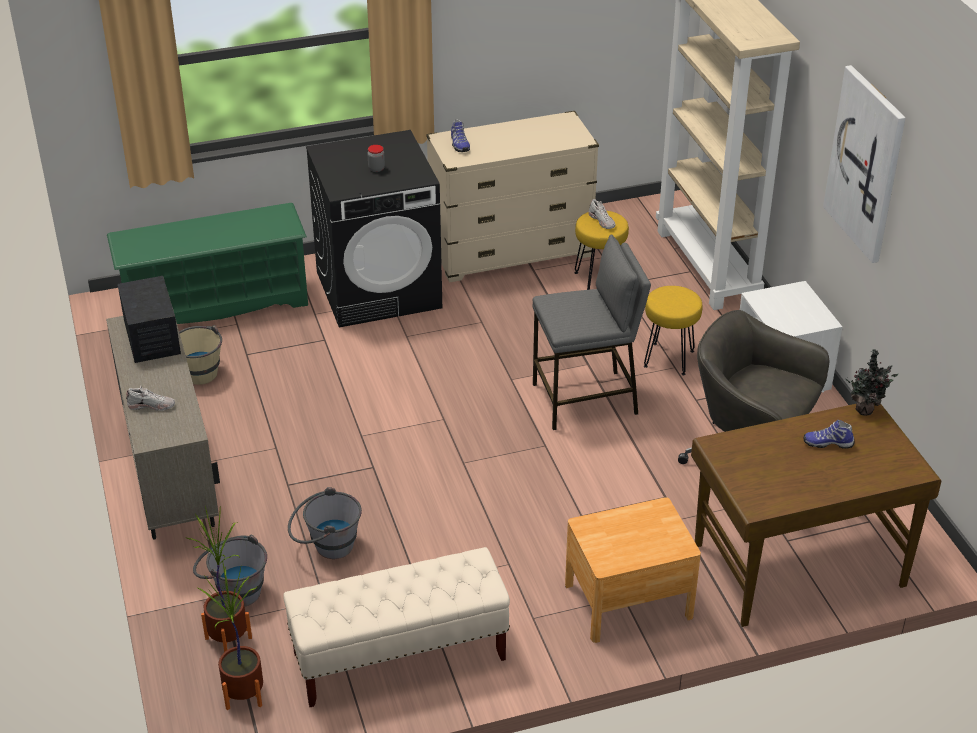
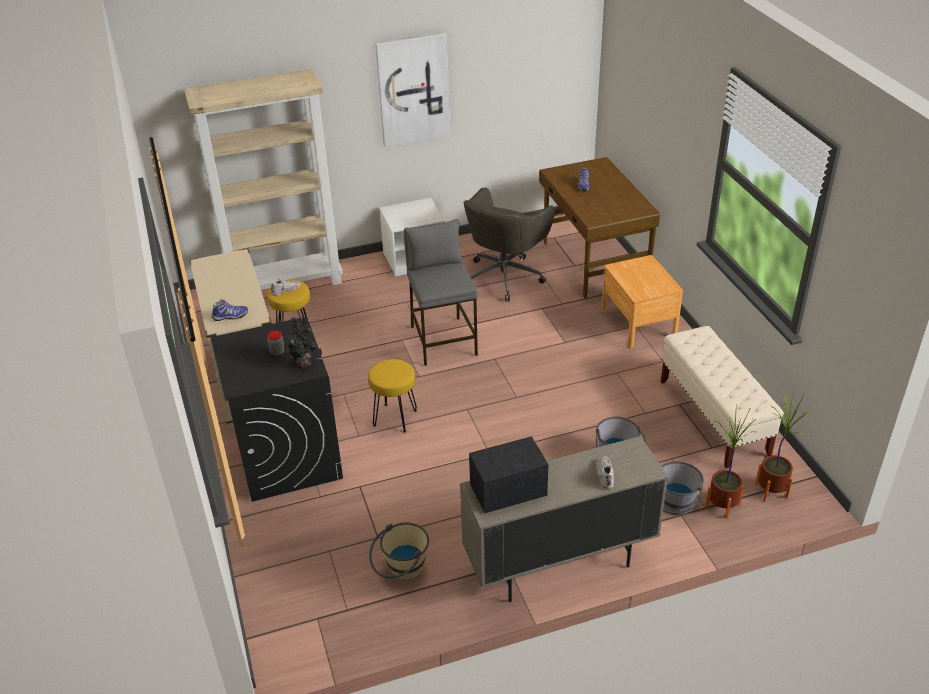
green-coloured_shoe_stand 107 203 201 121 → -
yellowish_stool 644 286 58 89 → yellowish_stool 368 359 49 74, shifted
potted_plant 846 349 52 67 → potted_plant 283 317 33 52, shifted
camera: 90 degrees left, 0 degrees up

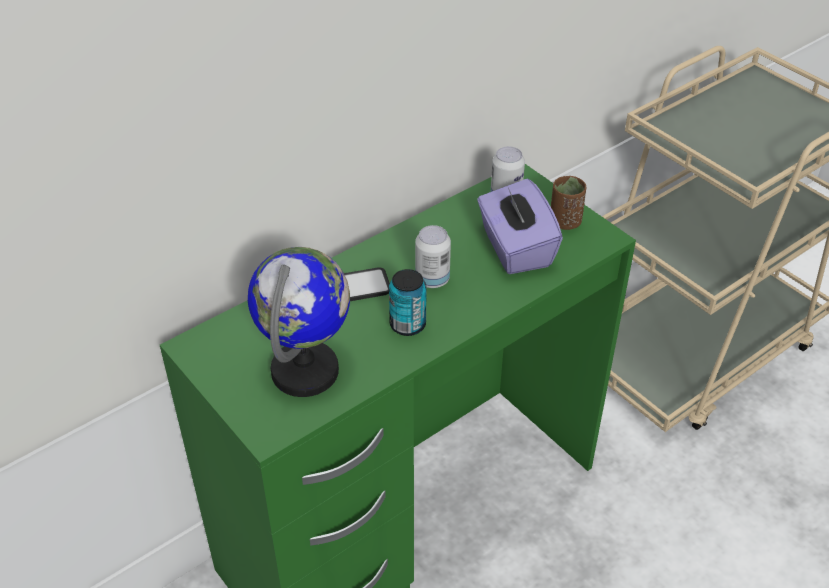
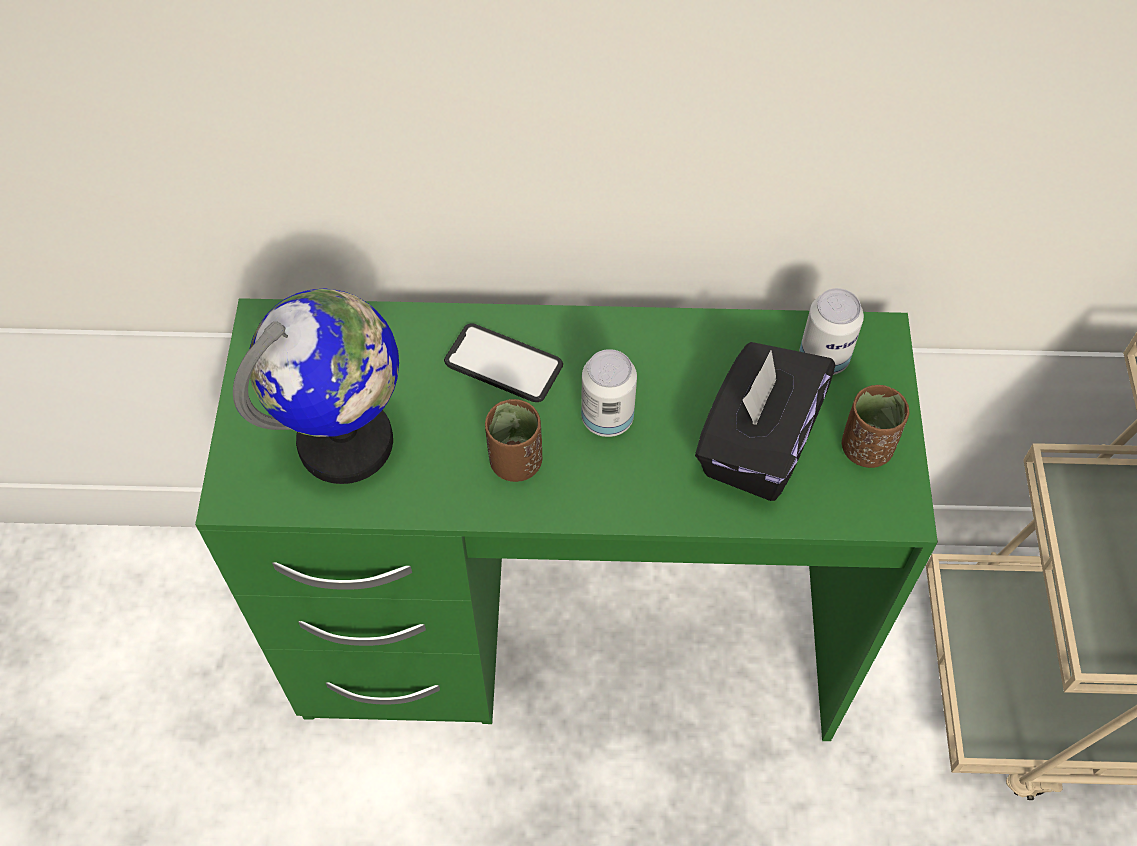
sealed_can 389 269 38 67 → brownish_drinking_cup 485 399 57 83
purplish_tissue_box 477 179 86 95 → black_tissue_box 695 342 140 159
camera: 40 degrees right, 15 degrees up

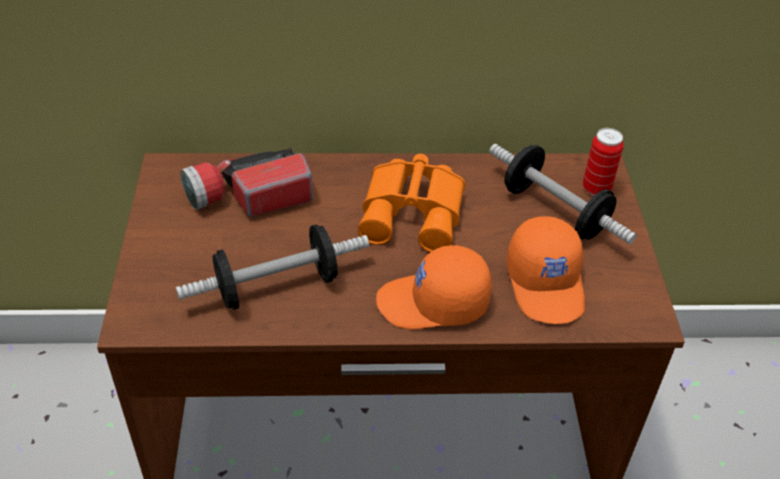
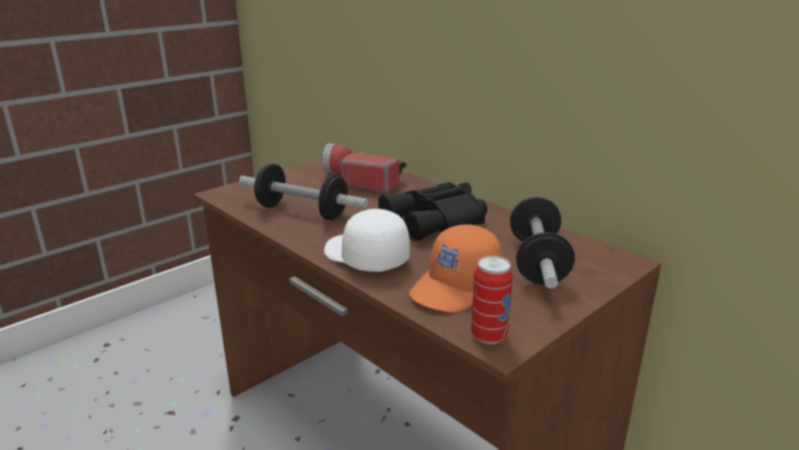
orange_field_glasses 358 154 107 98 → black_field_glasses 378 182 109 59
orange_cap 376 245 116 84 → white_cap 324 209 86 63
sealed_can 583 128 41 68 → sealed_can 471 256 42 89, shifted
camera: 50 degrees right, 20 degrees down

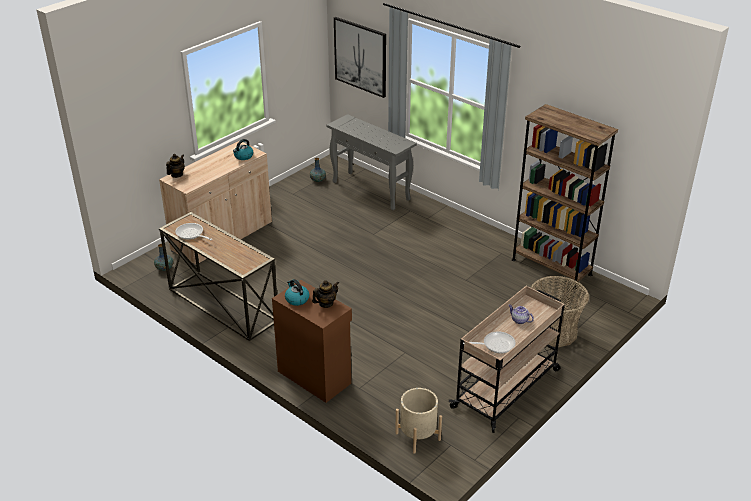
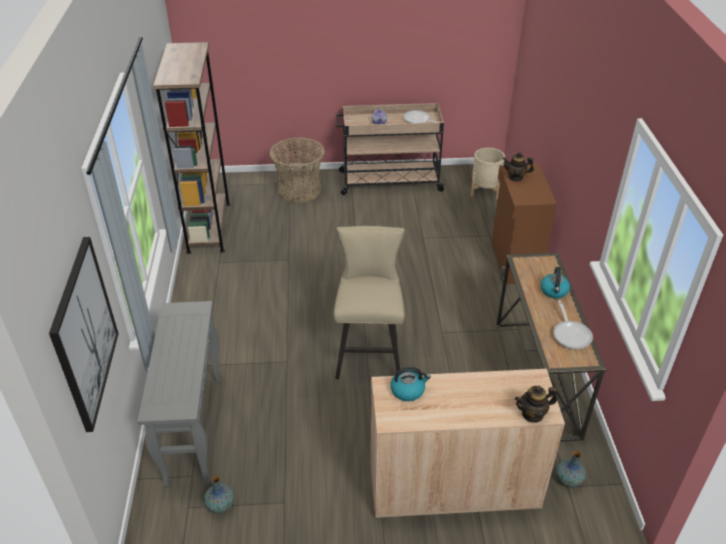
water_kettle 285 279 24 27 → water_kettle 541 267 29 31, shifted
- → beige_stool 333 226 72 153
camera: 135 degrees left, 5 degrees up

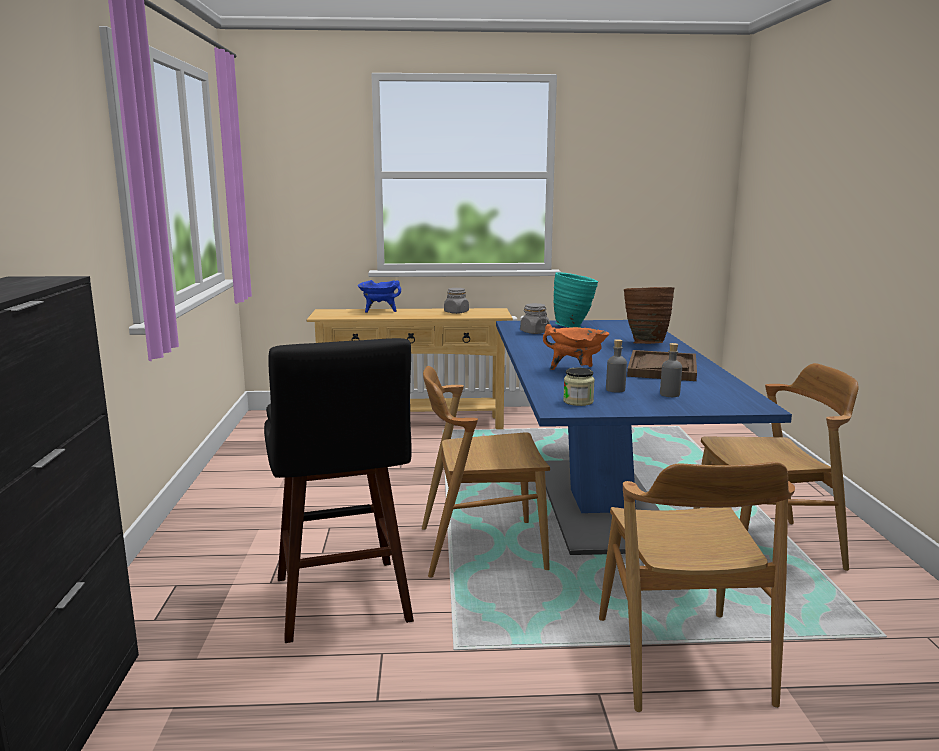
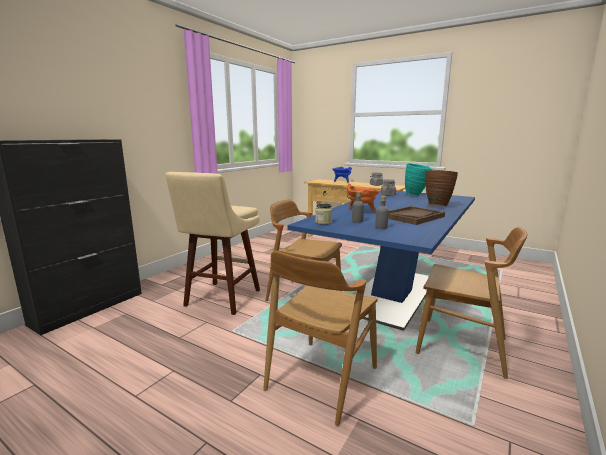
black_stool 264 338 150 305 → beige_stool 165 172 95 143
camera: 35 degrees right, 0 degrees up

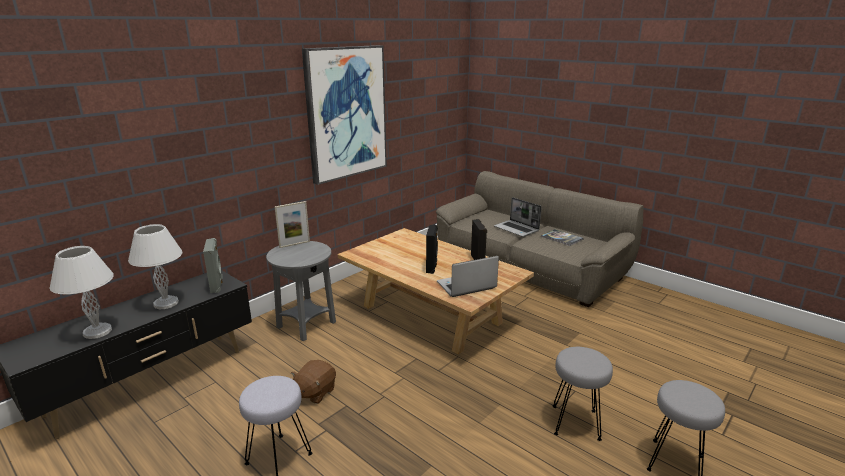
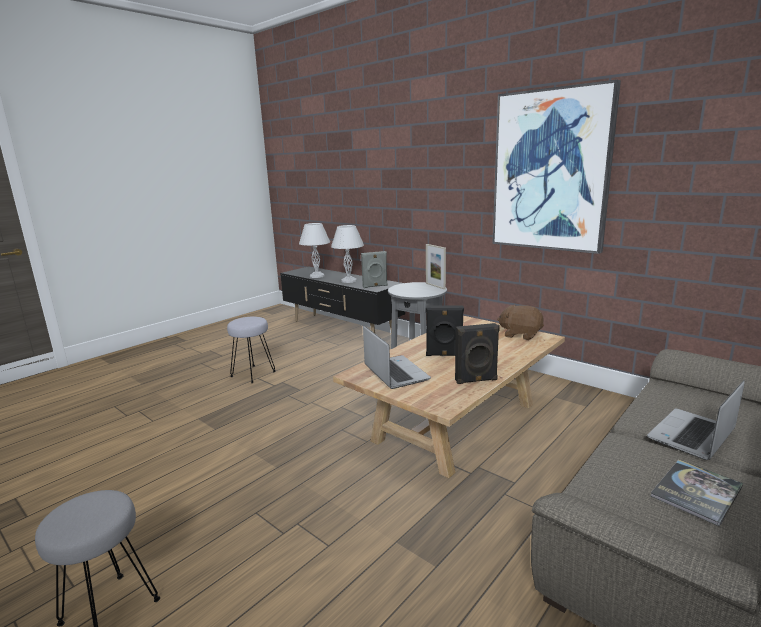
brownish_soft_toy 291 360 45 44 → brownish_soft_toy 497 305 47 35, shifted
greyish_stool 553 347 60 94 → -
camera: 90 degrees right, 5 degrees down

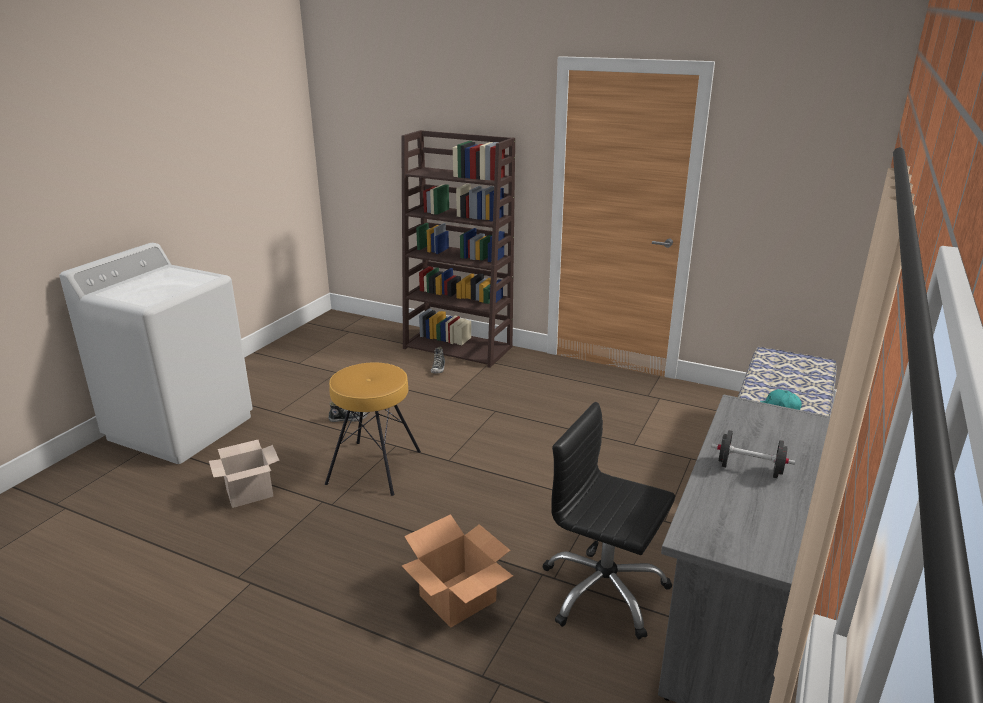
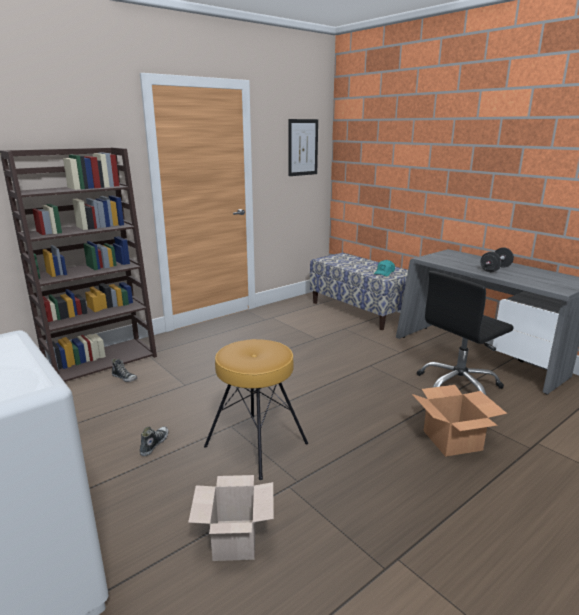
- → wall_picture 289 119 29 57
camera: 65 degrees left, 5 degrees down

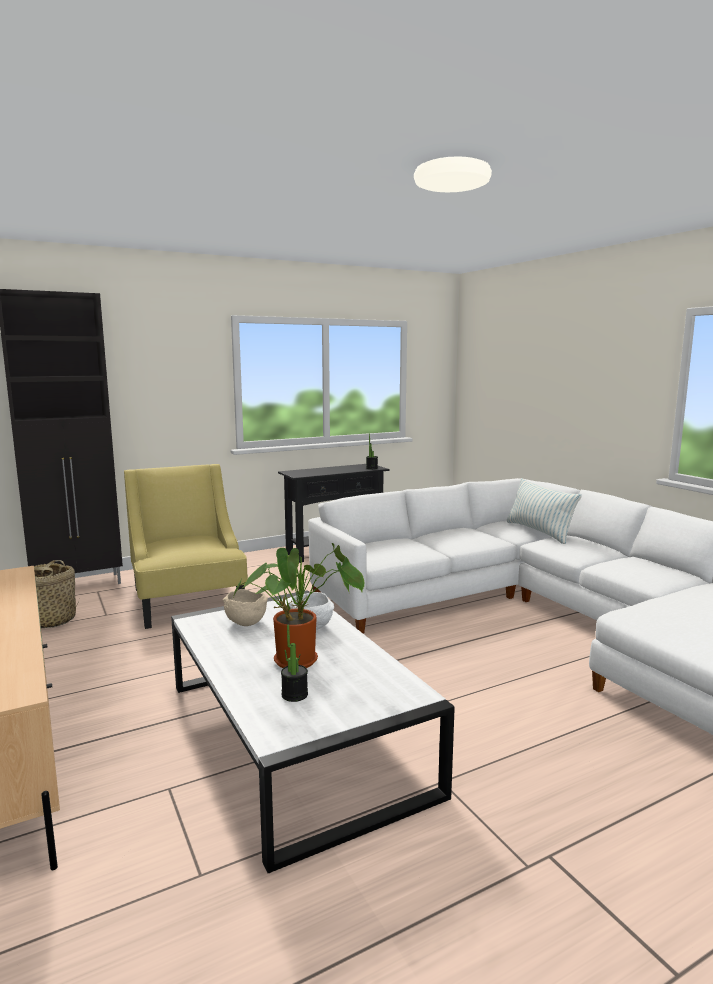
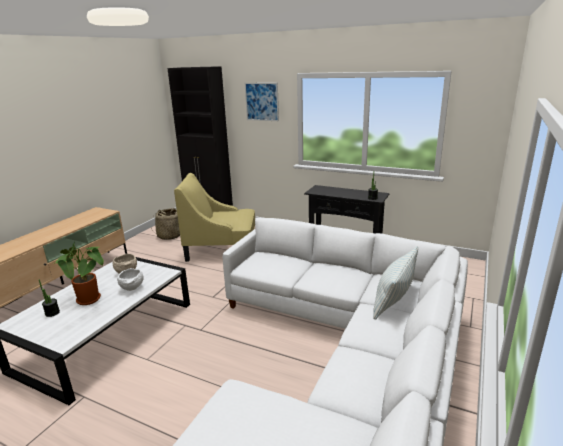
yellowish_armchair 124 464 124 165 → yellowish_armchair 174 173 81 89, 120 degrees counterclockwise
- → wall_picture 245 83 34 38
camera: 55 degrees right, 10 degrees up

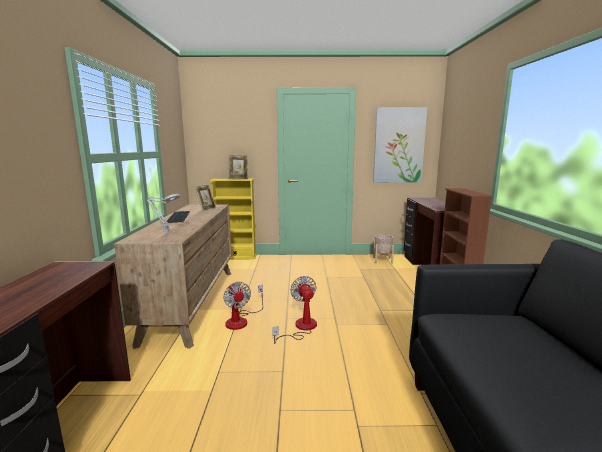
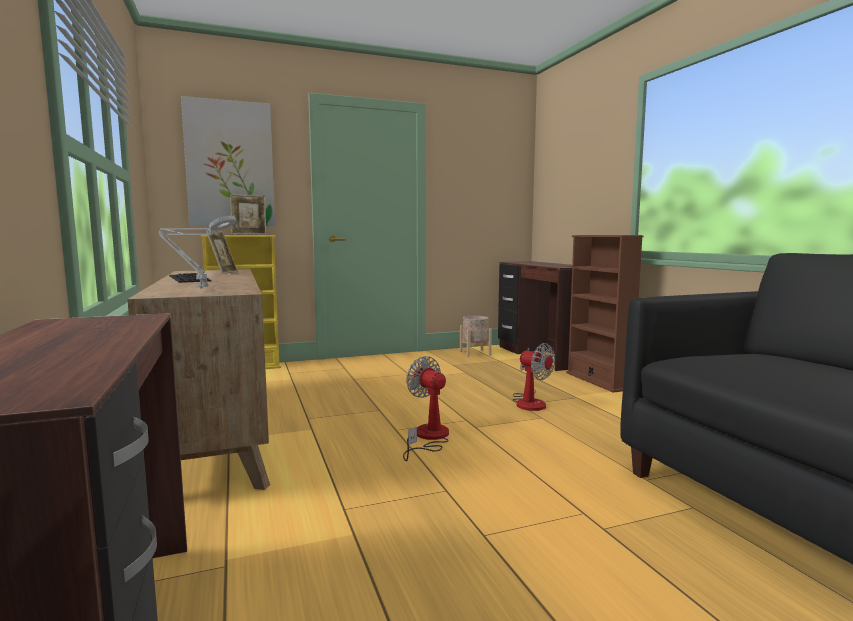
cooling_fan 223 282 40 48 → cooling_fan 512 343 43 68, shifted
wall_picture 373 107 54 76 → wall_picture 181 96 94 130, shifted
camera: 20 degrees left, 5 degrees down

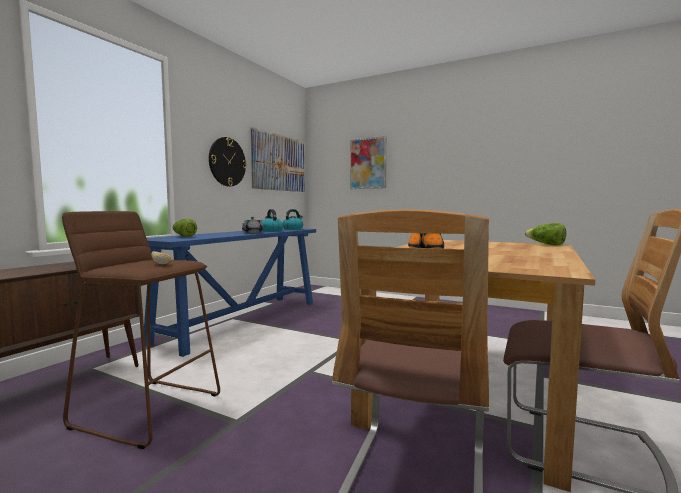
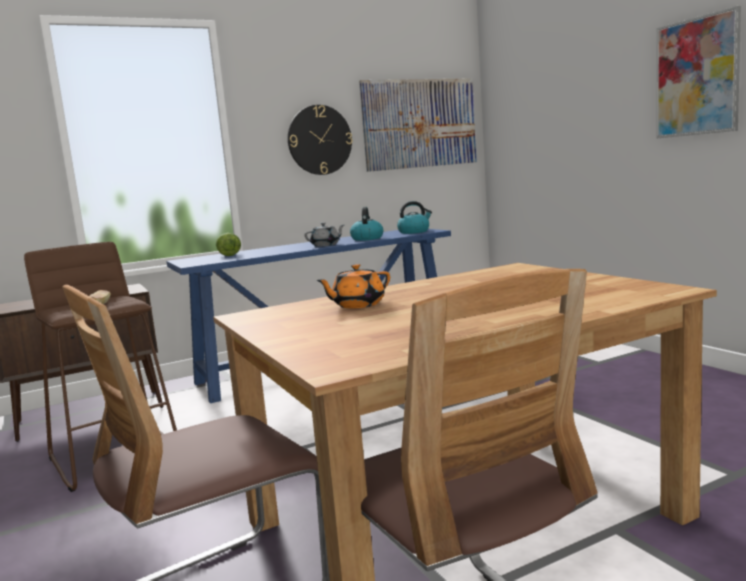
wall_picture 350 136 37 53 → wall_picture 656 6 85 133, shifted
head_of_lettuce 524 223 42 23 → -
camera: 35 degrees right, 5 degrees up

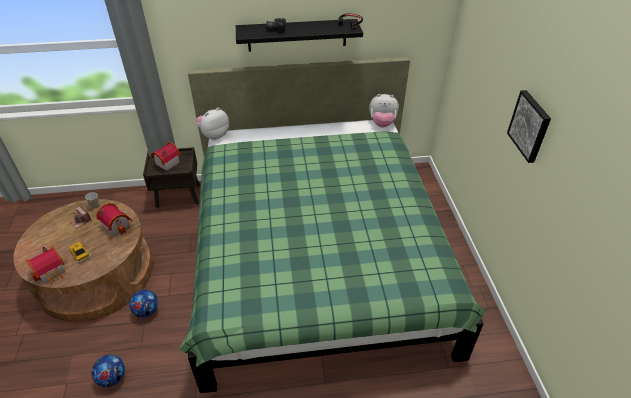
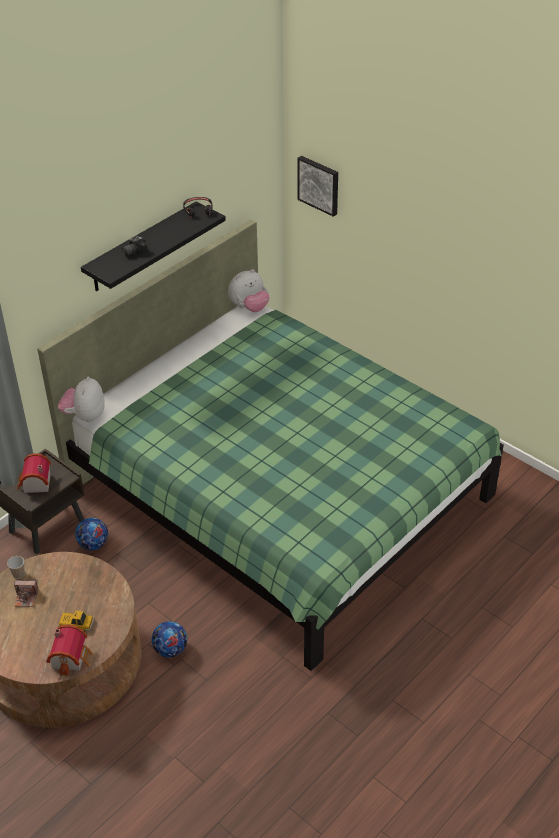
football 92 355 33 32 → football 75 518 33 32, shifted
toy_house 97 203 36 33 → -
wall_picture 507 90 44 73 → wall_picture 297 156 41 61, shifted
camera: 40 degrees left, 0 degrees up

